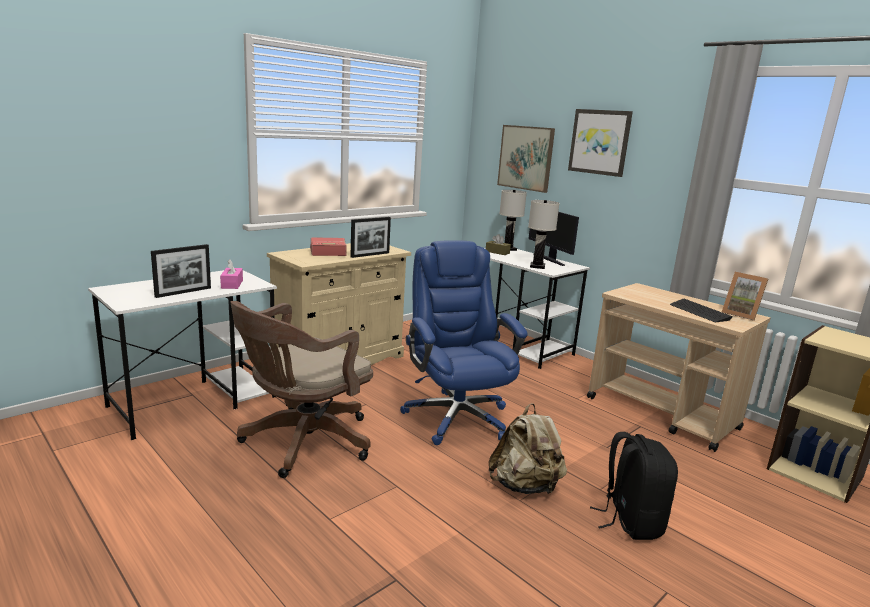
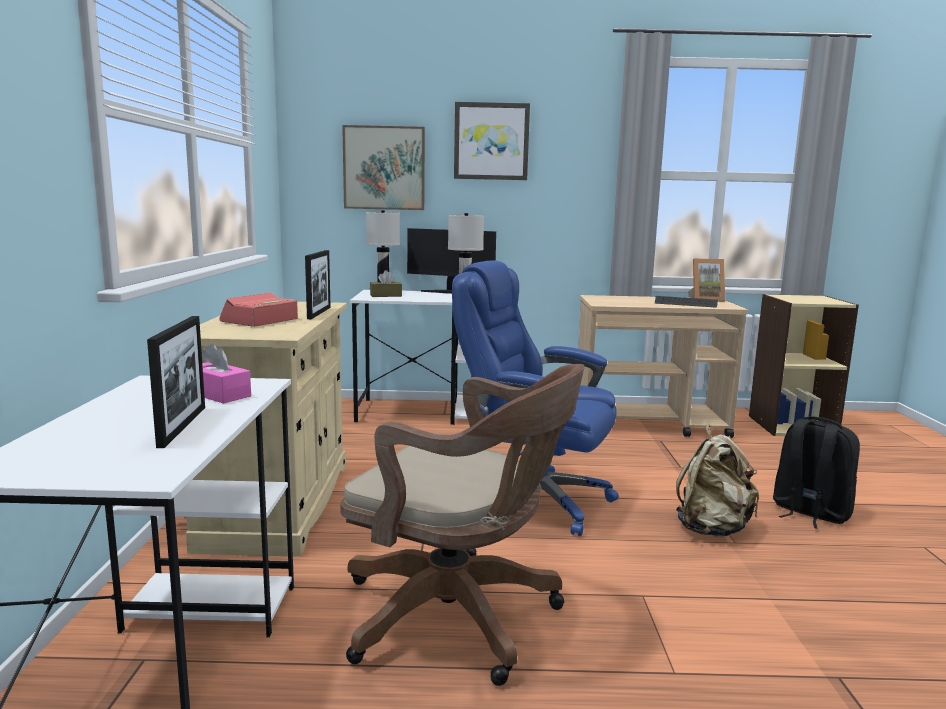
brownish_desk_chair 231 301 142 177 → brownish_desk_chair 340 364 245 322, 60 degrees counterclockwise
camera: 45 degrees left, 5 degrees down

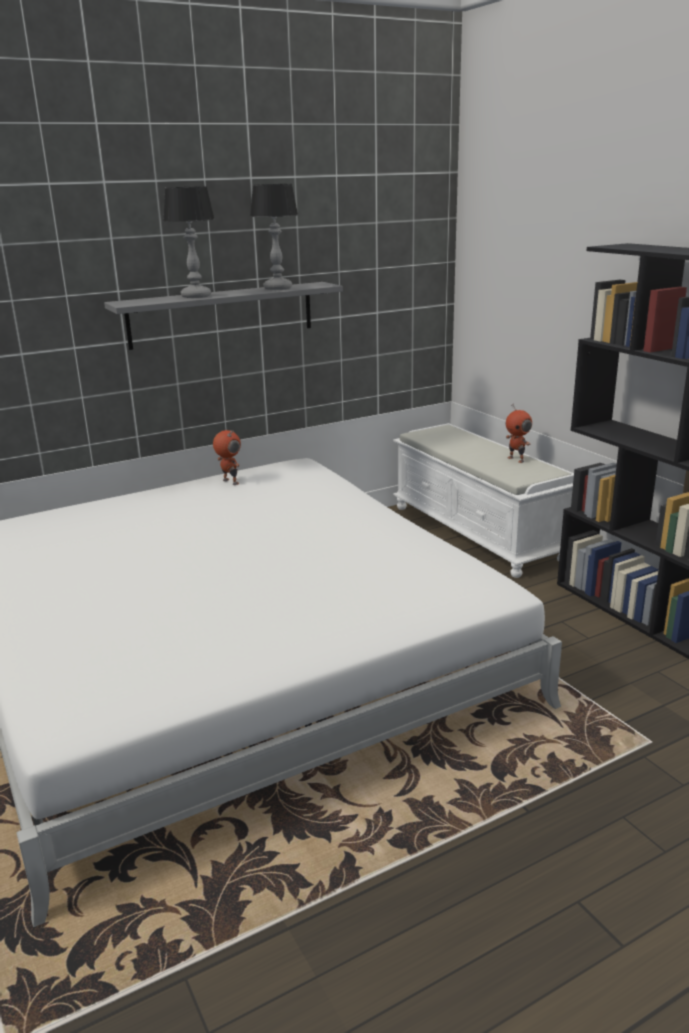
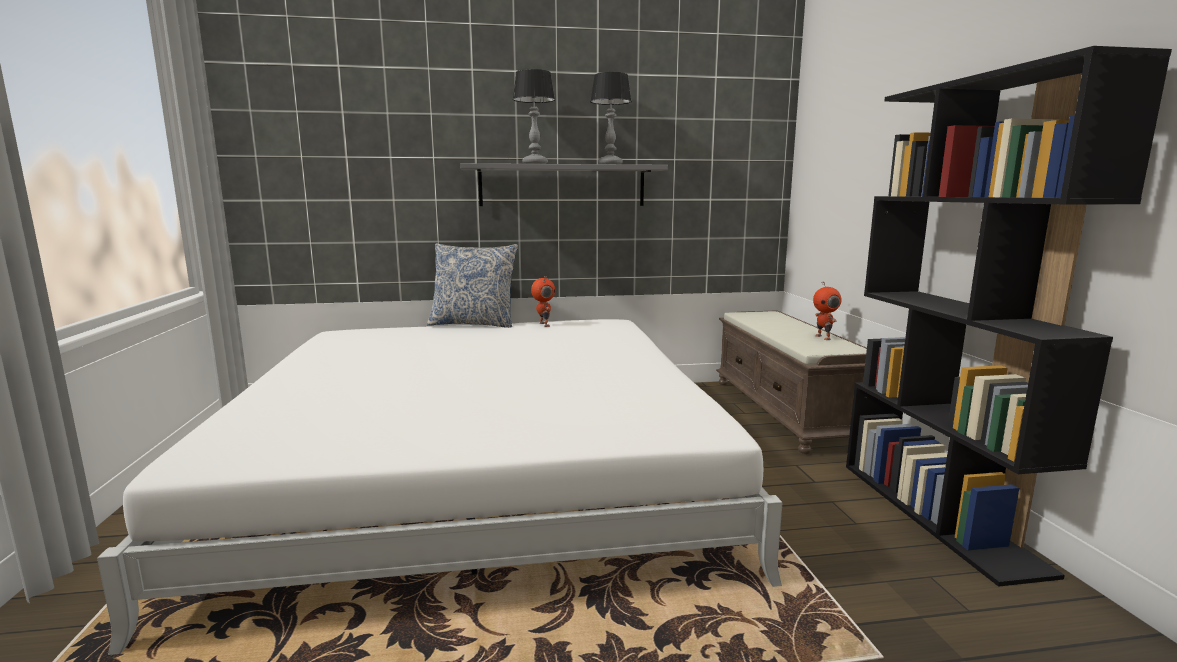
white_indoor_bench 393 423 181 155 → brownish_indoor_bench 716 310 151 144
- → pillow 427 243 91 85
camera: 20 degrees right, 10 degrees down

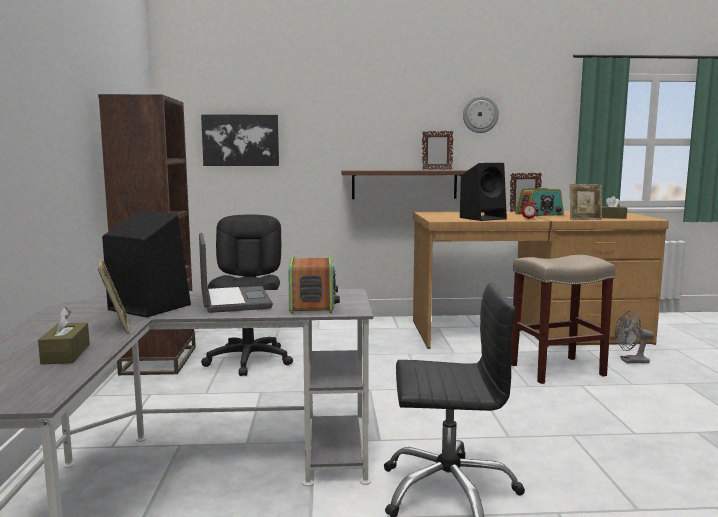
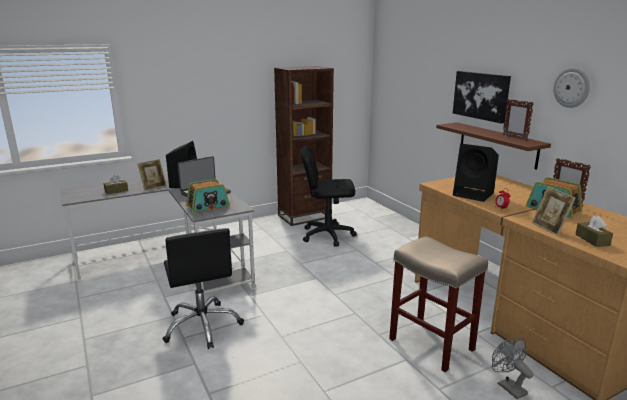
wall_picture 201 114 78 52 → wall_picture 453 71 58 53, shifted
black_desk_chair 201 215 92 161 → black_desk_chair 300 146 57 101, 150 degrees counterclockwise
camera: 65 degrees right, 10 degrees up

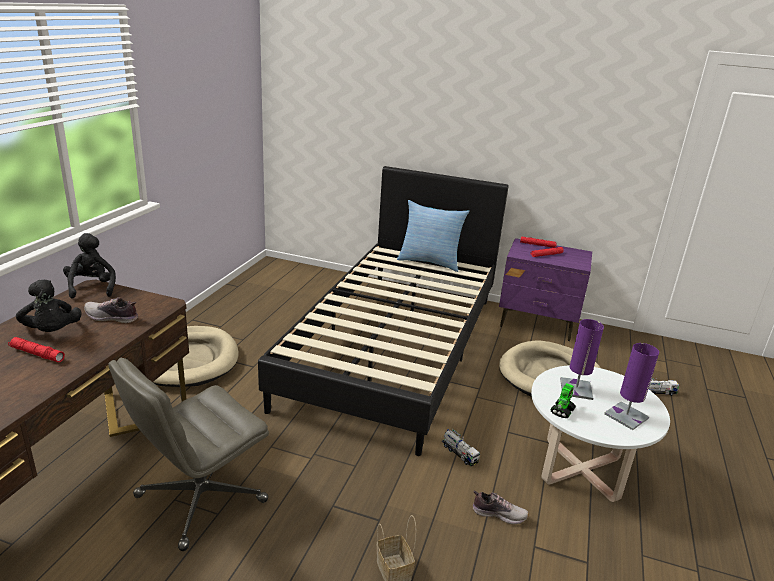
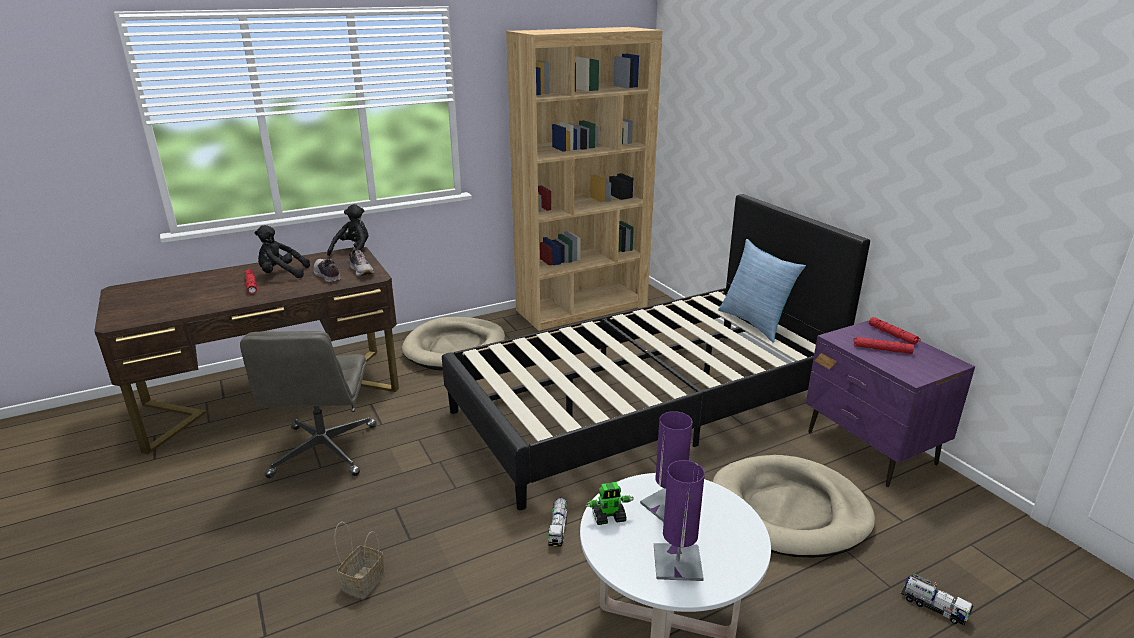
black_soft_toy 16 280 66 52 → black_soft_toy 255 225 55 53, 75 degrees clockwise
greyish_desk_chair 108 358 161 193 → greyish_desk_chair 240 331 137 147, 90 degrees counterclockwise
item_of_footwear 473 490 56 35 → item_of_footwear 350 247 25 29, shifted
- → brownish_bookcase 506 27 157 304
camera: 45 degrees right, 0 degrees up

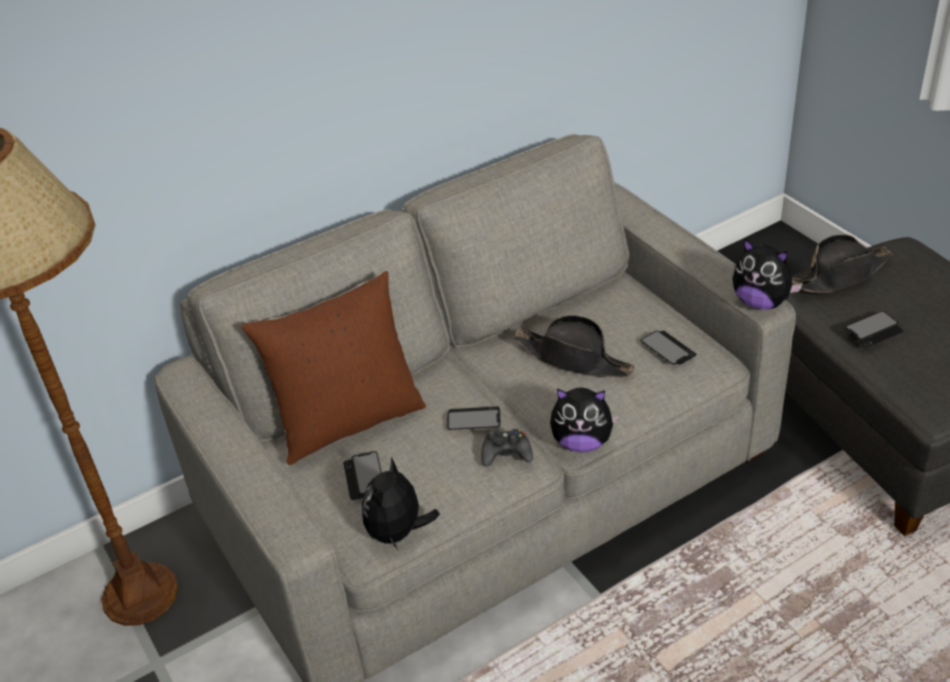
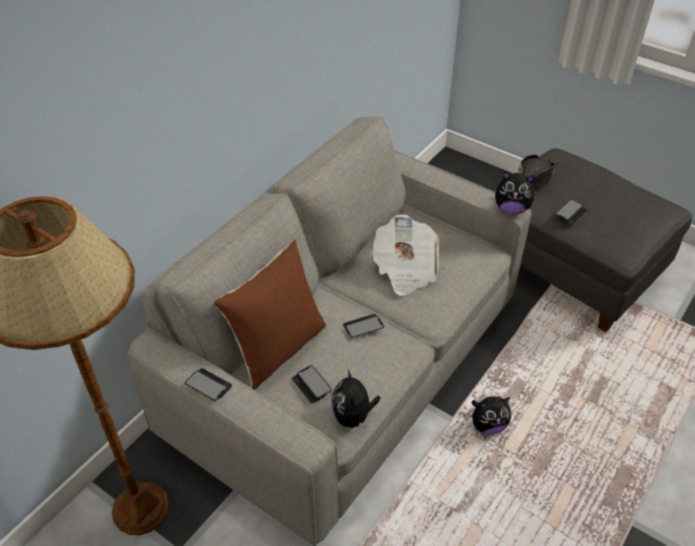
black_gamepad 482 429 51 38 → -
black_wearable_hat 514 315 121 62 → newspaper 371 214 68 82
soft_toy 550 387 69 66 → soft_toy 471 396 40 39, shifted
telephone 641 331 55 34 → telephone 185 368 47 33, shifted
camera: 25 degrees left, 5 degrees up

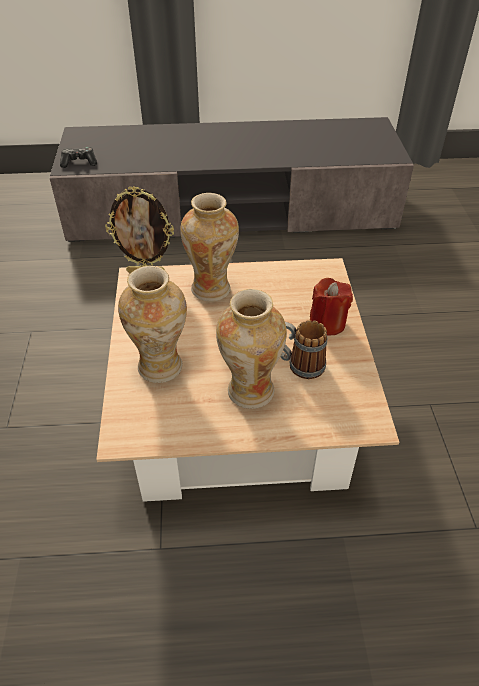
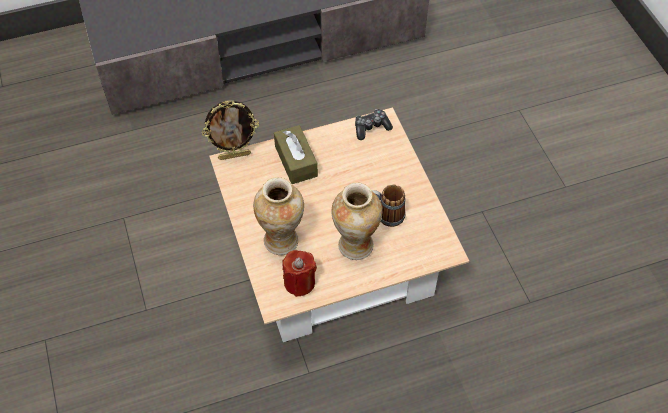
gamepad 60 147 37 21 → gamepad 355 109 38 31, shifted
flower_vase 180 193 59 109 → brownish_tissue_box 274 125 44 59
reddish_candle 310 278 43 58 → reddish_candle 282 250 35 47, shifted
camera: 15 degrees left, 10 degrees up

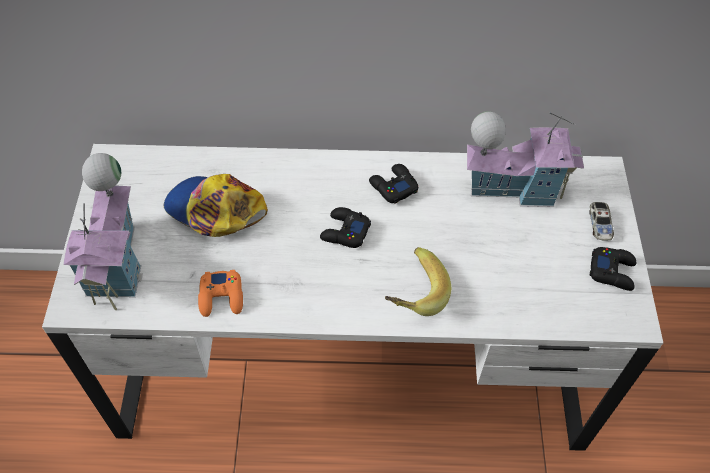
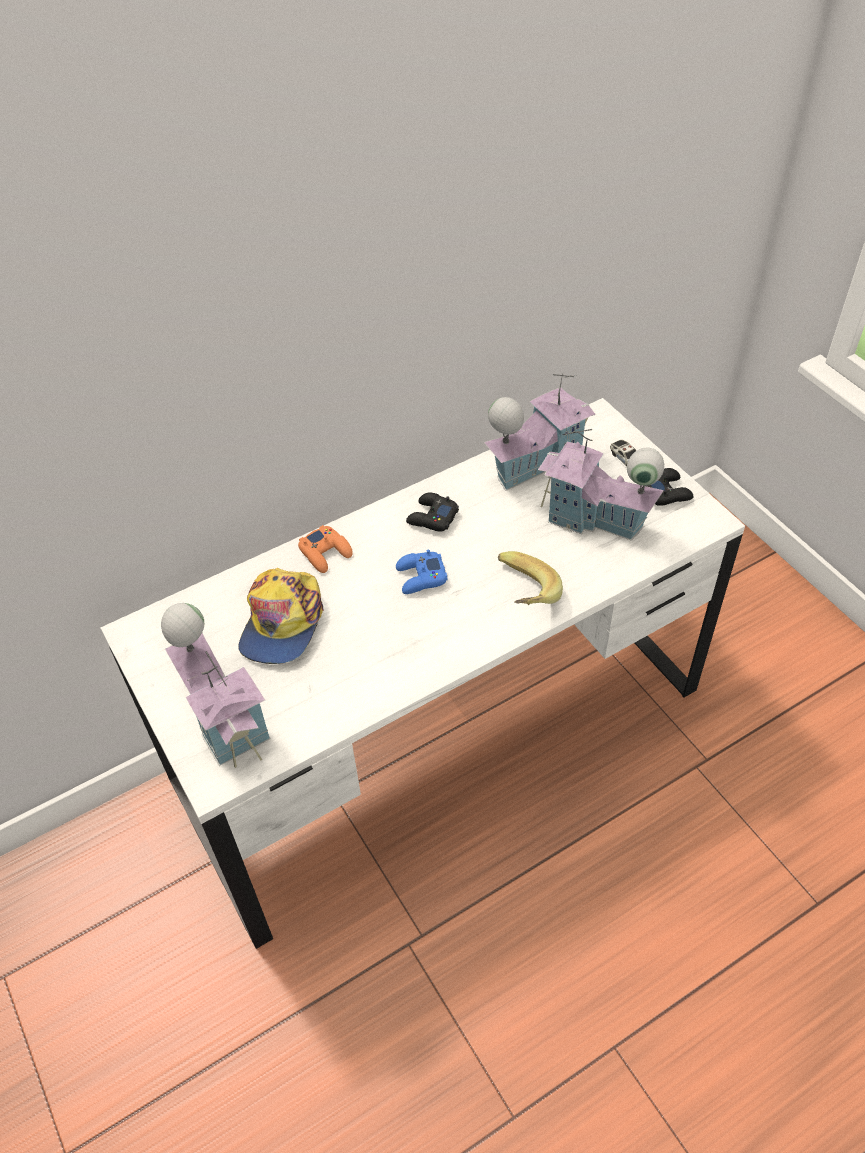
cap 164 174 104 63 → cap 238 568 86 96, 75 degrees counterclockwise
orange_gamepad 198 270 45 47 → orange_gamepad 298 525 55 48, shifted
black_gamepad 320 207 51 41 → bluish_gamepad 396 550 52 44
- → toy_house 538 426 126 115
camera: 30 degrees left, 5 degrees down

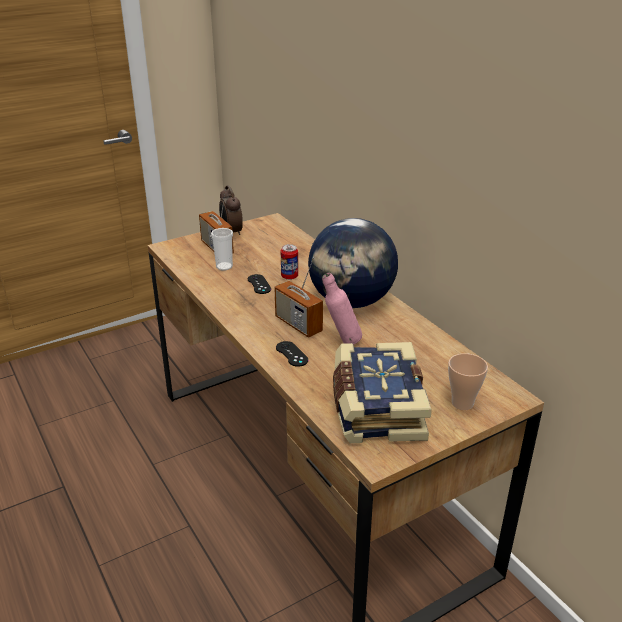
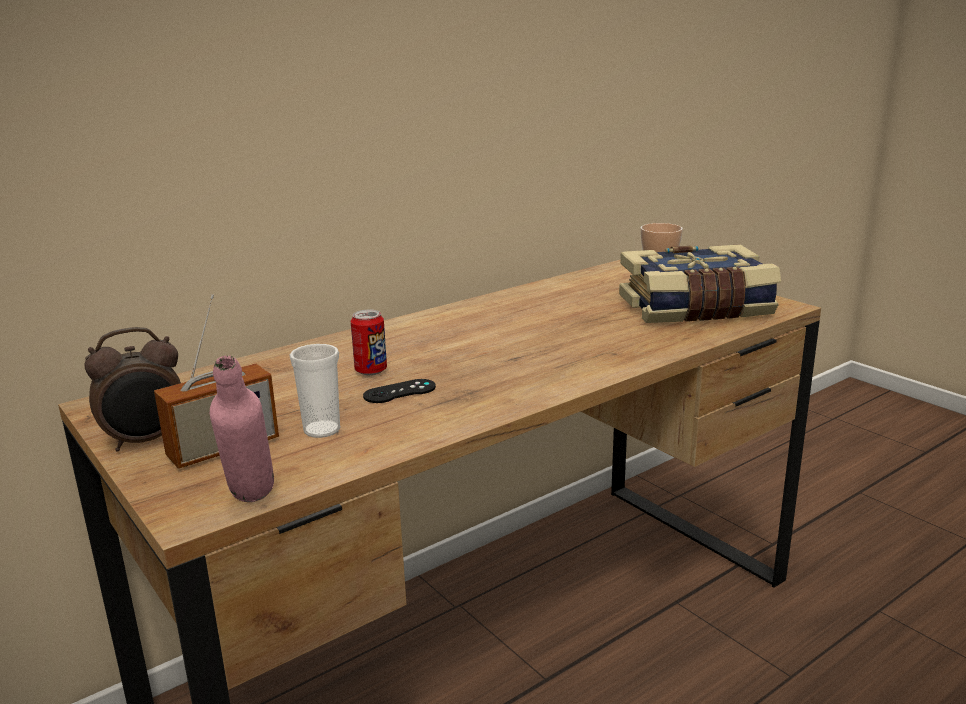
radio 274 257 49 81 → -
black_gamepad 276 341 32 26 → -
globe 308 218 90 90 → -
pink-coloured_bottle 322 273 40 72 → pink-coloured_bottle 210 356 64 146, shifted
camera: 95 degrees left, 10 degrees down

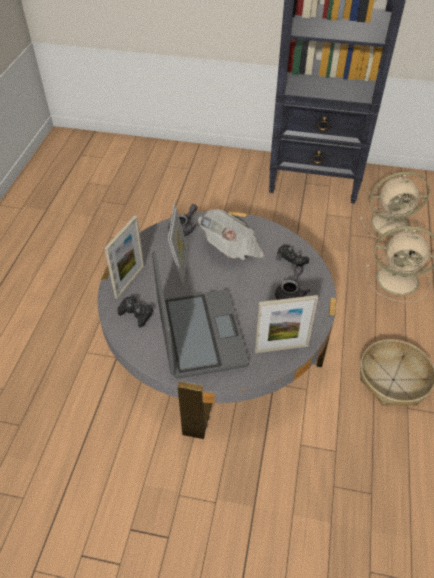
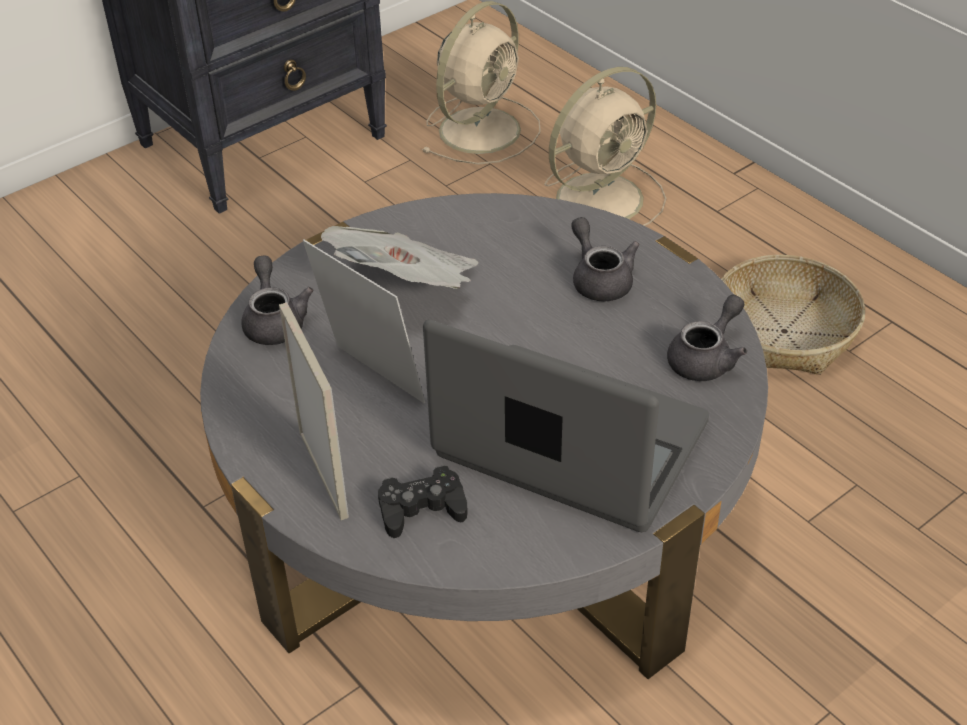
photo_frame 255 295 63 58 → greyish_pot_for_tea 667 295 80 86
black_gamepad 276 245 33 26 → -
camera: 50 degrees left, 5 degrees down

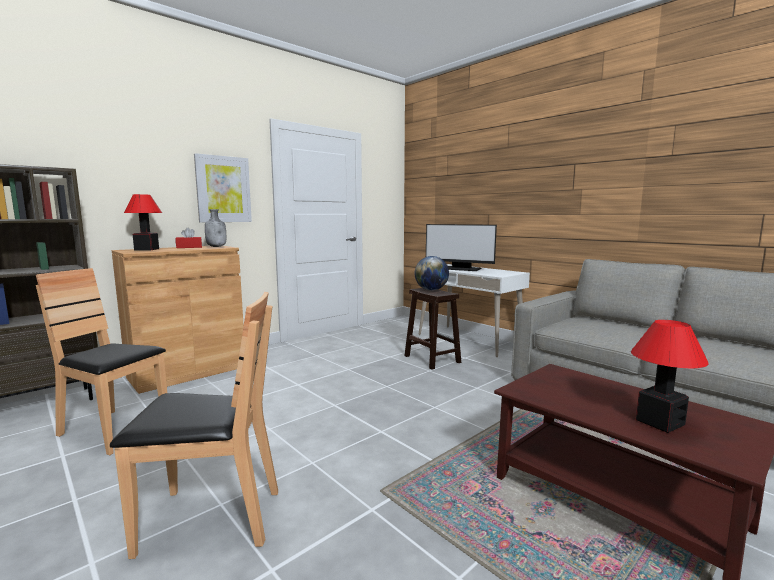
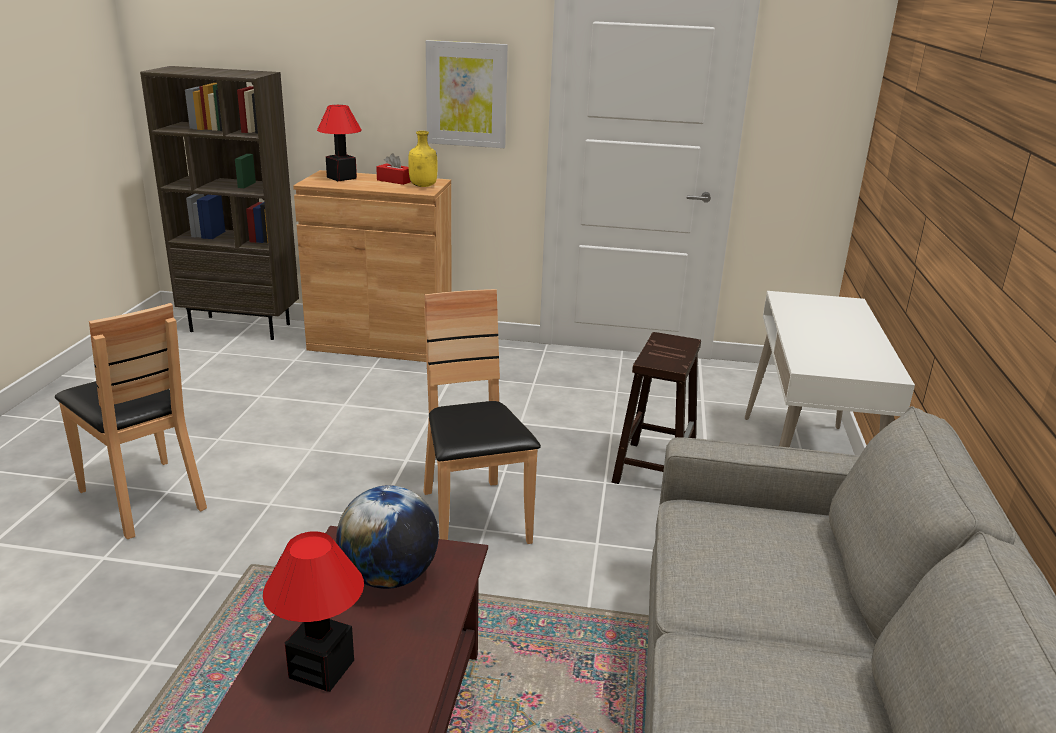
brownish_upright_chair 36 268 131 187 → brownish_upright_chair 423 289 118 255, shifted
greyish_bottle 205 209 21 38 → yellowish_bottle 408 131 30 56
globe 415 256 34 34 → globe 336 485 103 104, shifted
computer_display 426 224 71 47 → -
camera: 50 degrees right, 15 degrees up

